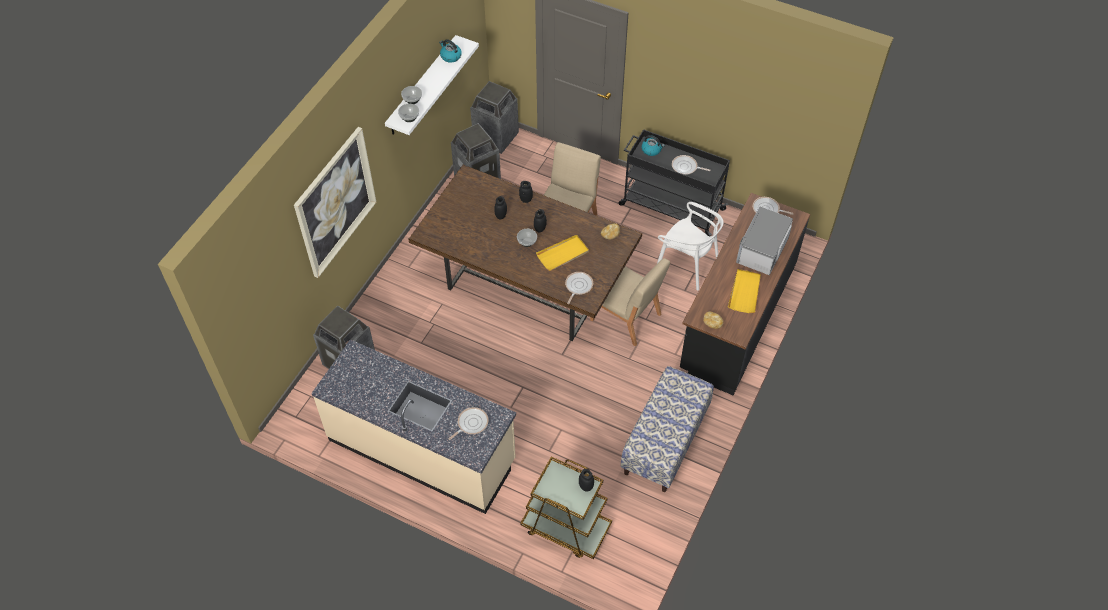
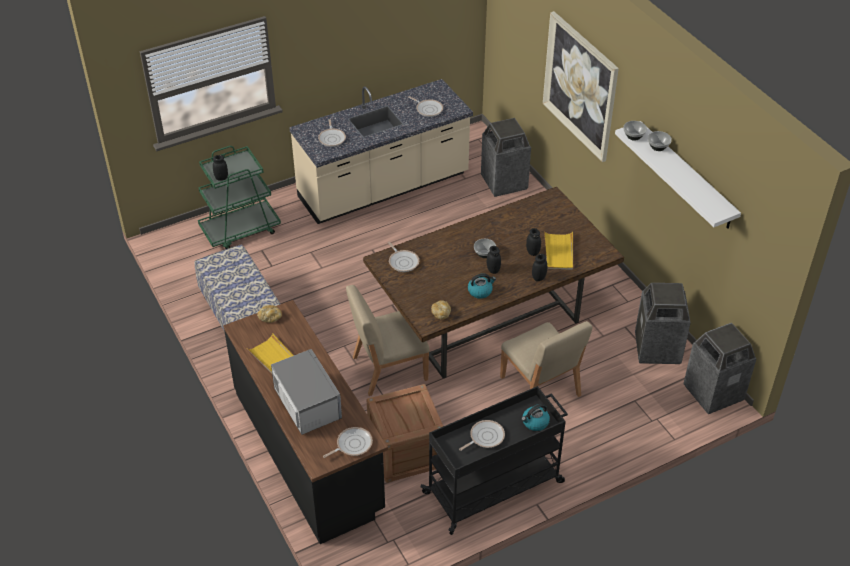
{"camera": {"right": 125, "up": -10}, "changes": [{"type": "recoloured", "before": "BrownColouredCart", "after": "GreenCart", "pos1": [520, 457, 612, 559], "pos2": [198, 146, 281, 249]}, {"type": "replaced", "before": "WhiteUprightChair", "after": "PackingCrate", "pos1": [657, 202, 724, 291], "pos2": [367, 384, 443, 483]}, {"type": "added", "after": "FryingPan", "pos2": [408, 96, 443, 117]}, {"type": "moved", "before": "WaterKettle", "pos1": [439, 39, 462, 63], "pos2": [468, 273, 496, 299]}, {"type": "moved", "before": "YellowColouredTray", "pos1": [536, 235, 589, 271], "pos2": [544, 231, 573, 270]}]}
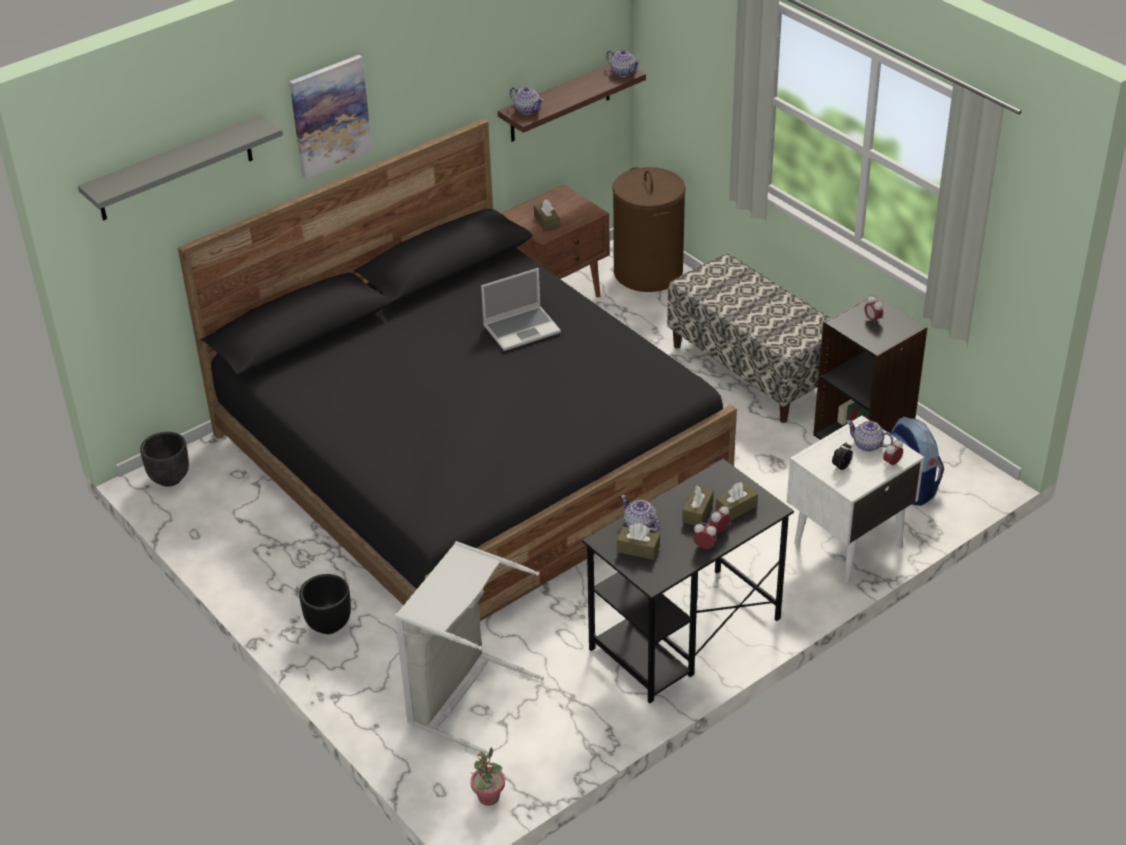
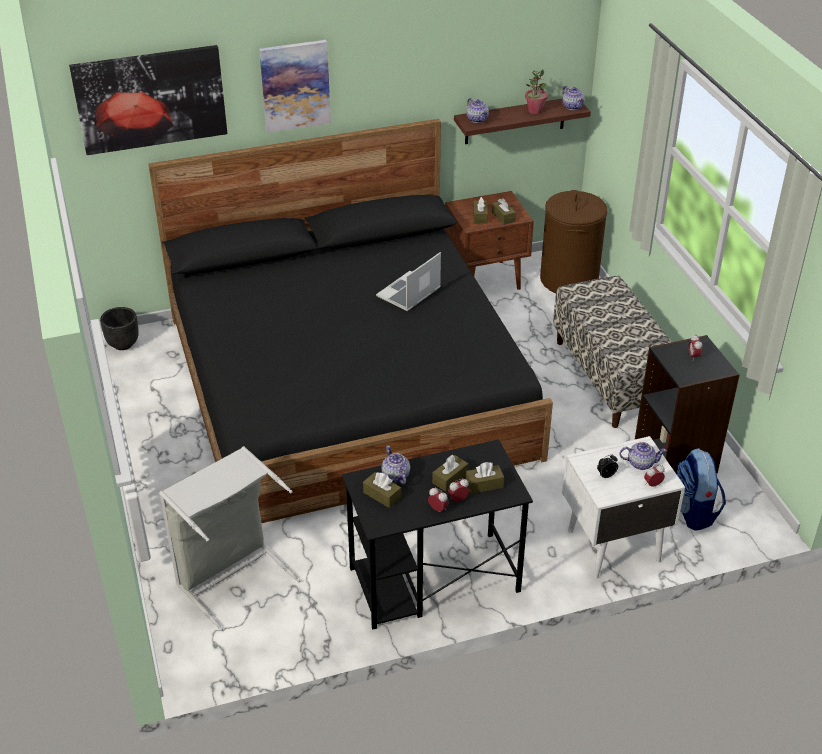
{"camera": {"right": 20, "up": 0}, "changes": [{"type": "replaced", "before": "GreyShelf", "after": "WallPicture", "pos1": [78, 114, 283, 220], "pos2": [69, 45, 228, 155]}, {"type": "turned", "before": "Laptop", "pos1": [481, 268, 561, 351], "pos2": [376, 252, 441, 311], "turn": 135}, {"type": "added", "after": "BrownColouredBoxOfTissues", "pos2": [492, 198, 516, 225]}, {"type": "moved", "before": "Houseplant", "pos1": [470, 747, 505, 806], "pos2": [525, 69, 548, 114]}, {"type": "turned", "before": "PotForTea", "pos1": [846, 420, 893, 452], "pos2": [619, 442, 667, 470], "turn": 135}, {"type": "removed", "before": "BlackColouredFlowerPot", "pos1": [299, 574, 351, 634]}]}
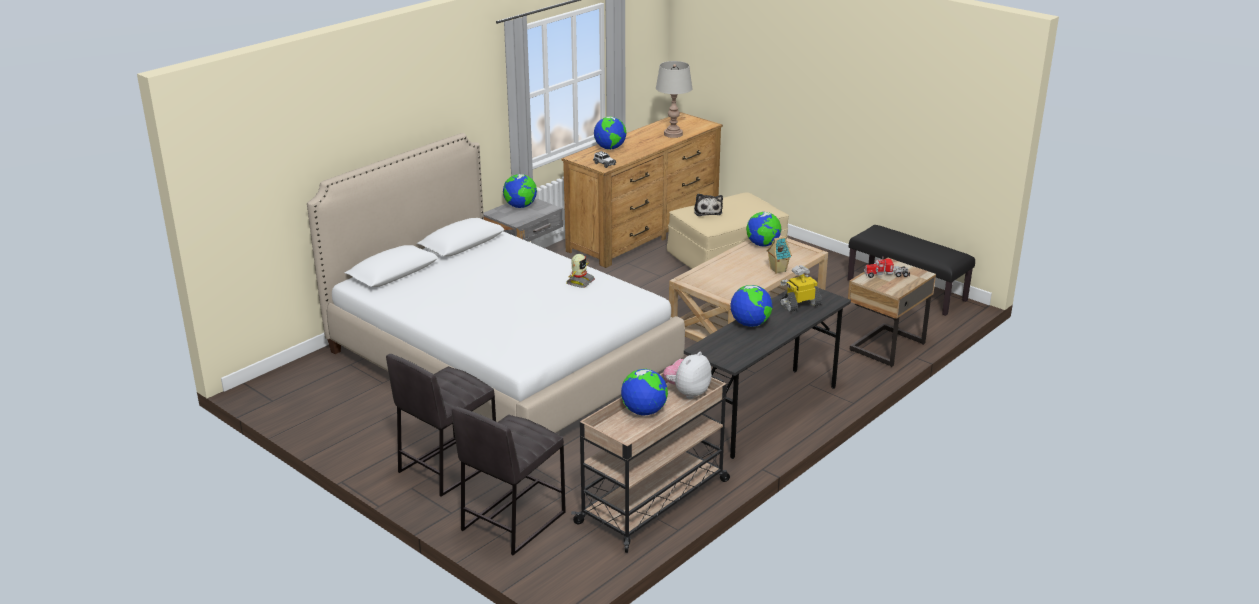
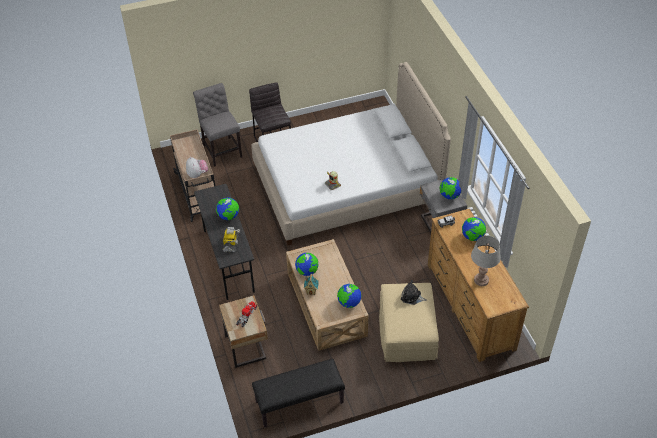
{"camera": {"right": 120, "up": 20}, "changes": [{"type": "replaced", "before": "GreyStool", "after": "GreyUprightChair", "pos1": [452, 406, 566, 555], "pos2": [193, 83, 242, 167]}, {"type": "moved", "before": "DeskGlobe", "pos1": [621, 369, 668, 416], "pos2": [295, 253, 319, 276]}]}
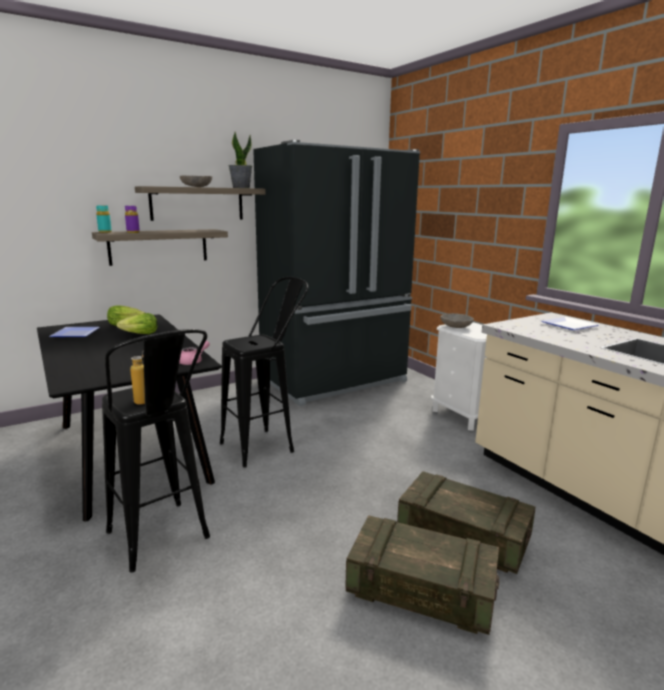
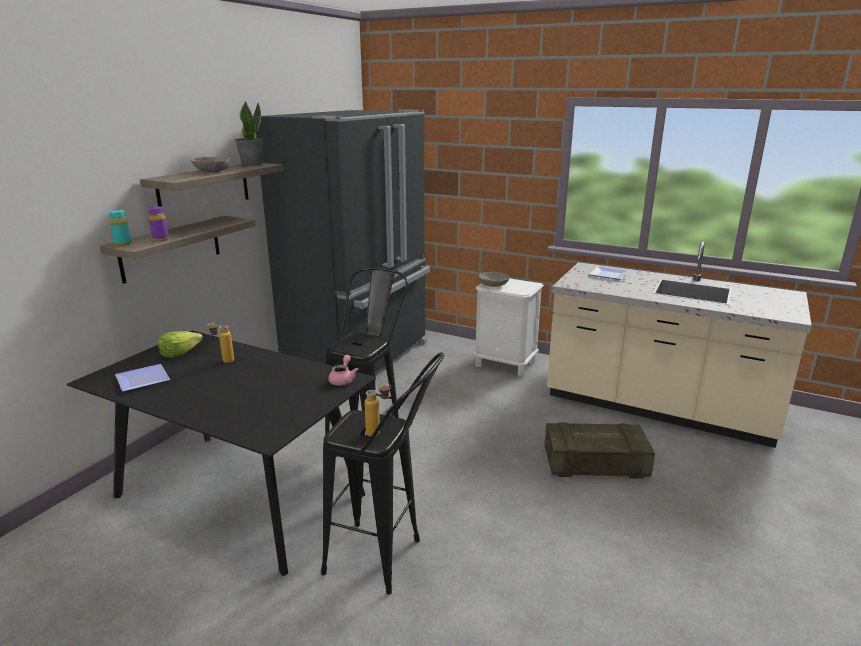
{"camera": {"right": -30, "up": 5}, "changes": [{"type": "replaced", "before": "Lettuce", "after": "DrinkBottle", "pos1": [117, 313, 158, 334], "pos2": [208, 321, 234, 363]}, {"type": "removed", "before": "PackingCrate", "pos1": [345, 515, 499, 635]}]}
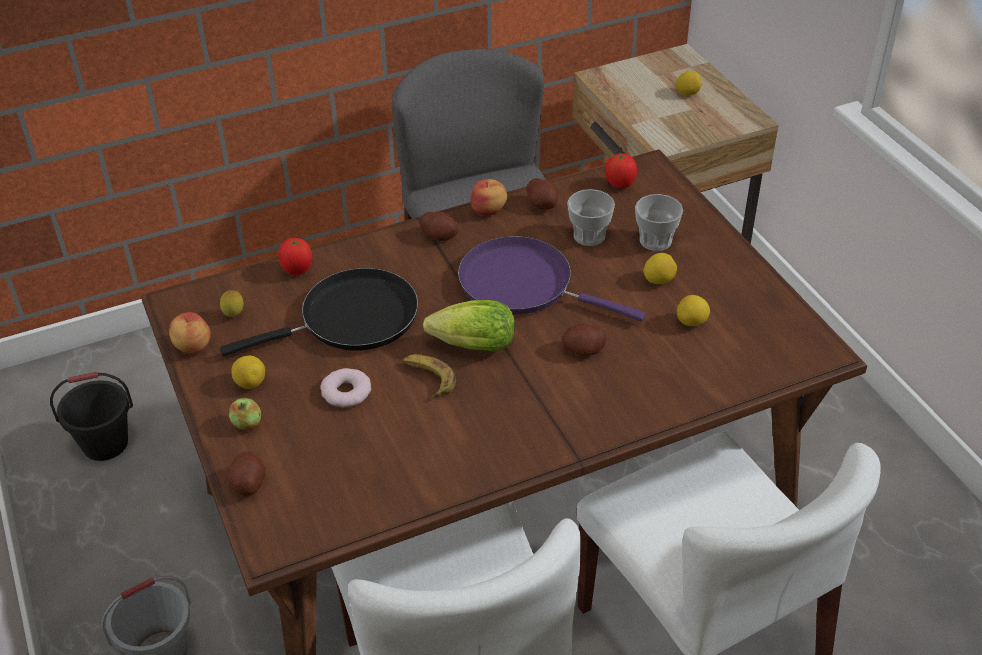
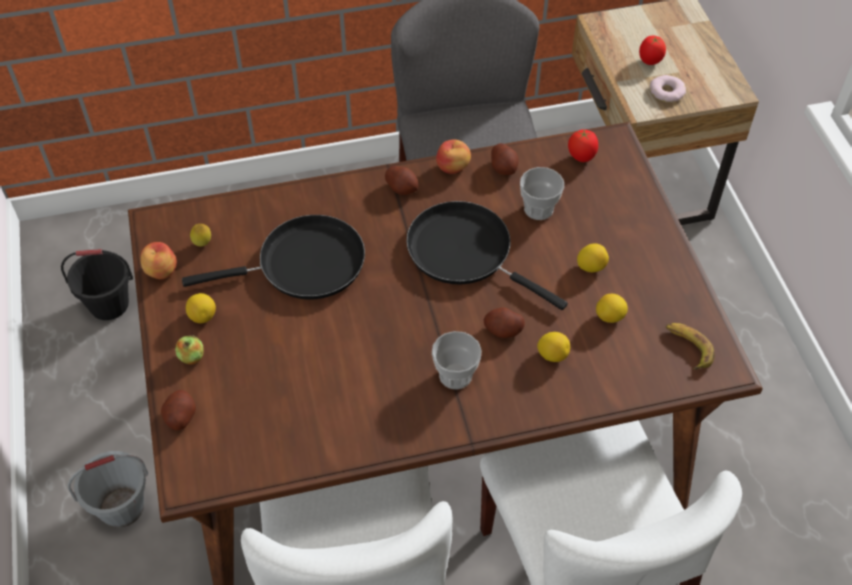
{"camera": {"right": 10, "up": 10}, "changes": [{"type": "recoloured", "before": "PurpleColouredFryingPan", "after": "BlackColouredFryingPan", "pos1": [458, 236, 646, 321], "pos2": [406, 201, 568, 310]}, {"type": "moved", "before": "SmallCup", "pos1": [635, 194, 683, 251], "pos2": [432, 331, 482, 389]}, {"type": "moved", "before": "WholeLemon", "pos1": [675, 71, 702, 95], "pos2": [537, 332, 570, 362]}, {"type": "moved", "before": "Tomato", "pos1": [278, 238, 312, 275], "pos2": [639, 36, 666, 65]}, {"type": "moved", "before": "Doughnut", "pos1": [320, 368, 371, 407], "pos2": [650, 75, 686, 102]}, {"type": "moved", "before": "Banana", "pos1": [403, 354, 456, 397], "pos2": [666, 323, 715, 370]}, {"type": "removed", "before": "Lettuce", "pos1": [423, 300, 515, 351]}]}
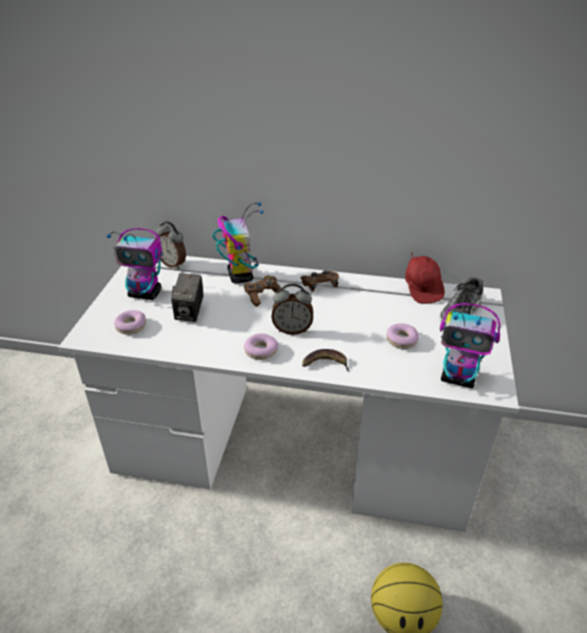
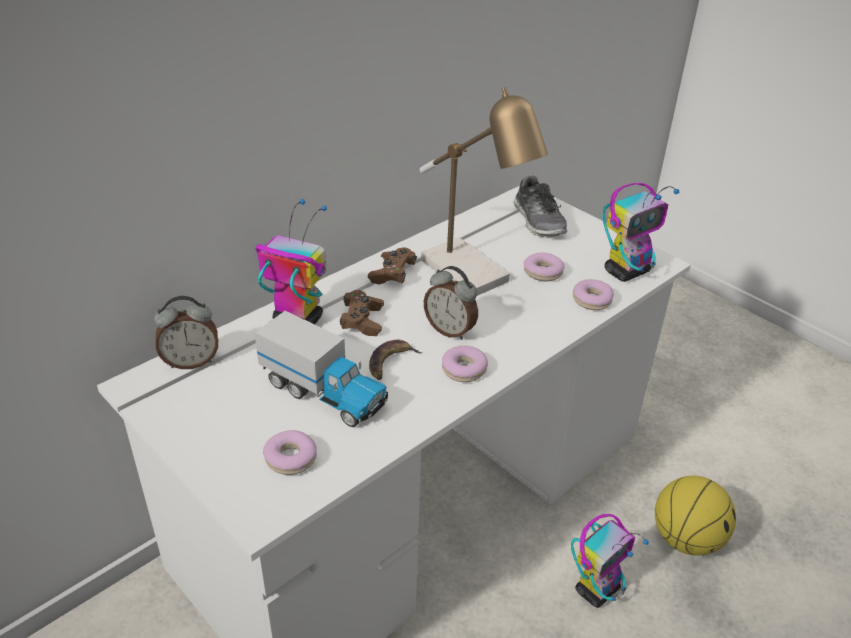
{"camera": {"right": -55, "up": 0}, "changes": [{"type": "replaced", "before": "StillCamera", "after": "ModelTruck", "pos1": [171, 273, 204, 322], "pos2": [255, 311, 388, 427]}, {"type": "moved", "before": "Banana", "pos1": [302, 349, 350, 372], "pos2": [369, 340, 423, 380]}, {"type": "added", "after": "TableLamp", "pos2": [420, 87, 548, 296]}, {"type": "turned", "before": "BedsideClock", "pos1": [271, 283, 313, 335], "pos2": [424, 266, 478, 340], "turn": 90}, {"type": "moved", "before": "RobotFigure", "pos1": [107, 228, 163, 300], "pos2": [571, 514, 649, 608]}, {"type": "added", "after": "Doughnut", "pos2": [573, 279, 614, 310]}, {"type": "removed", "before": "RedColouredCap", "pos1": [405, 252, 445, 304]}]}
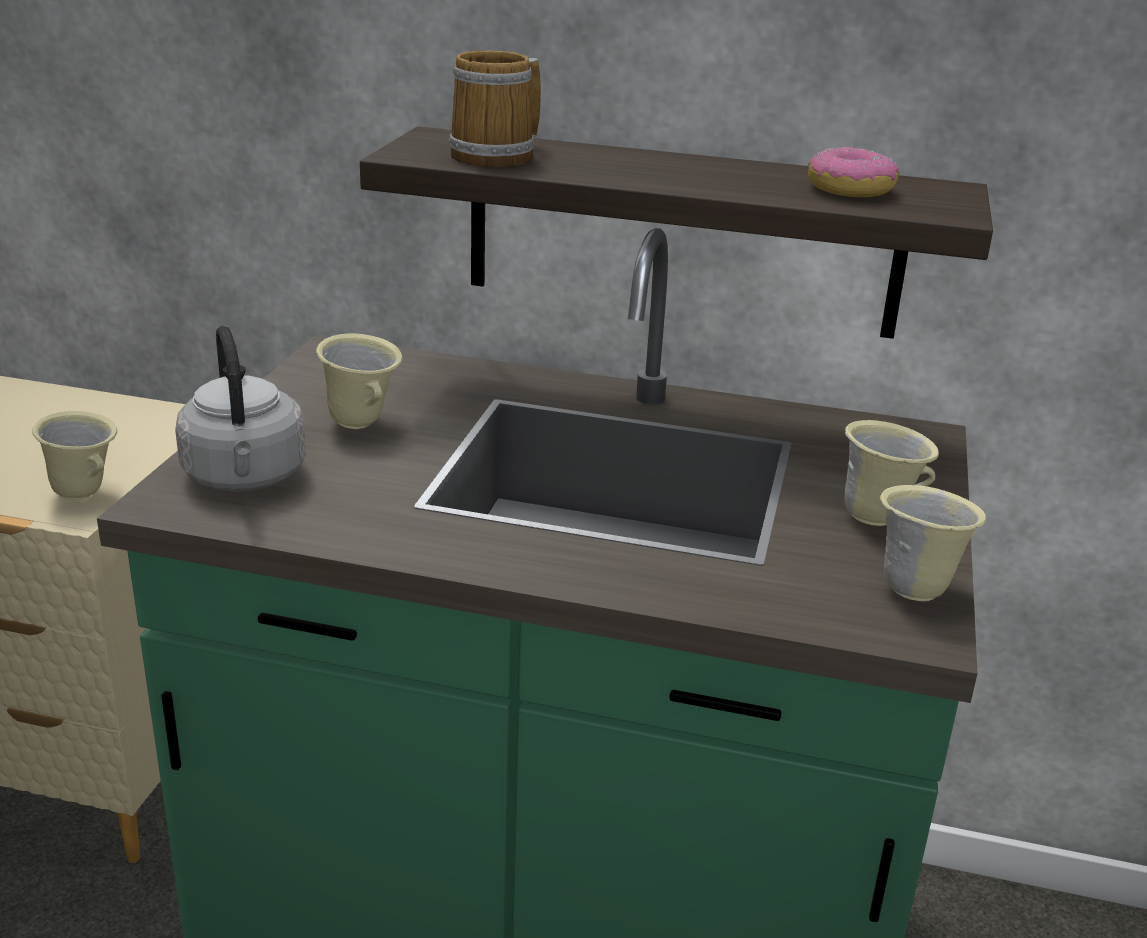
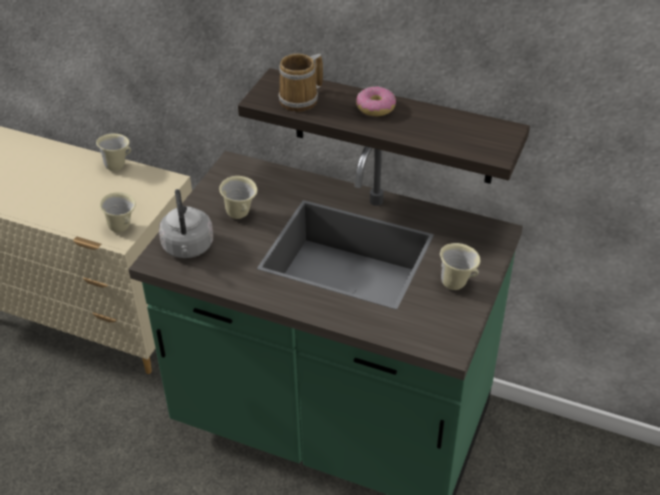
{"camera": {"right": 10, "up": 15}, "changes": [{"type": "moved", "before": "BeigeColouredCoffeeMug", "pos1": [880, 485, 986, 601], "pos2": [96, 133, 131, 171]}, {"type": "moved", "before": "Doughnut", "pos1": [808, 146, 899, 197], "pos2": [356, 86, 396, 116]}]}
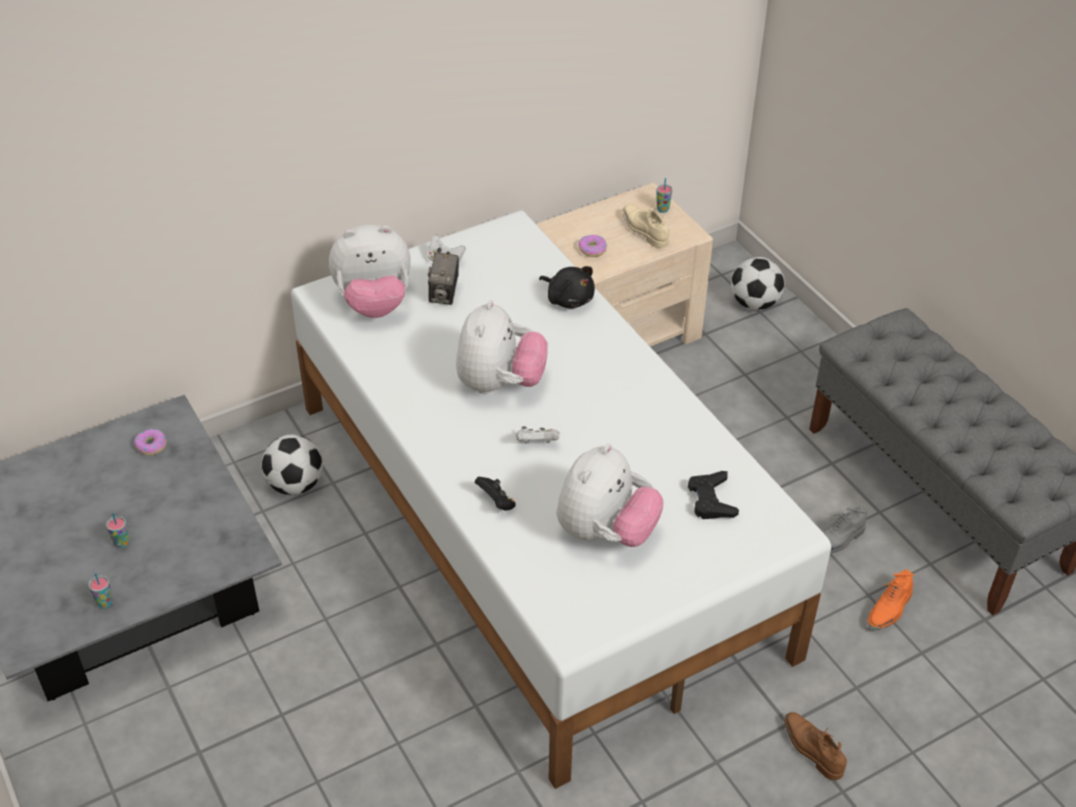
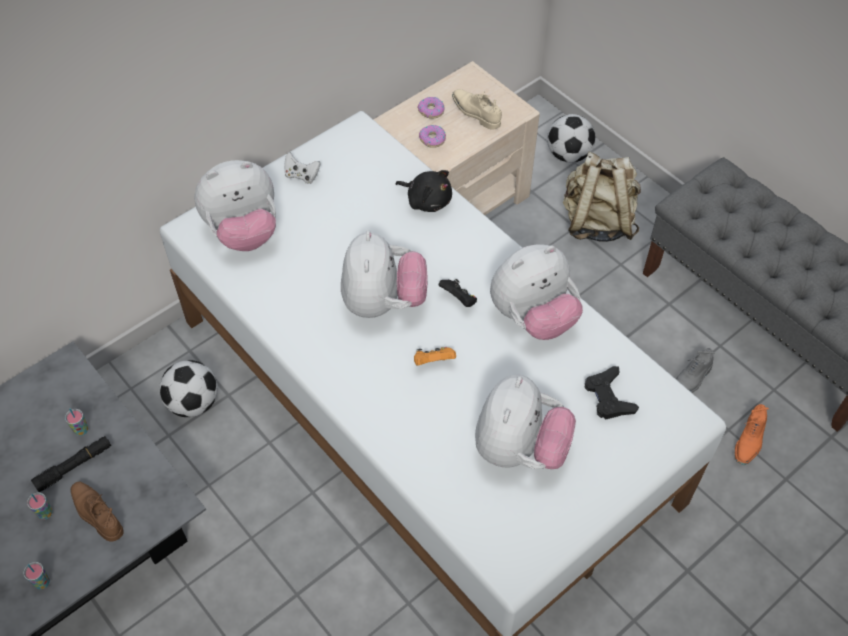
{"camera": {"right": -10, "up": 10}, "changes": [{"type": "added", "after": "BlackColouredFlashlight", "pos2": [31, 436, 111, 492]}, {"type": "moved", "before": "SmallCup", "pos1": [657, 178, 673, 213], "pos2": [65, 409, 88, 436]}, {"type": "moved", "before": "BrownColouredShoe", "pos1": [784, 712, 847, 780], "pos2": [70, 482, 124, 542]}, {"type": "recoloured", "before": "WhiteGamepad", "after": "OrangeColouredGamepad", "pos1": [516, 427, 560, 444], "pos2": [414, 347, 456, 366]}, {"type": "moved", "before": "Doughnut", "pos1": [134, 429, 166, 455], "pos2": [417, 97, 445, 119]}, {"type": "moved", "before": "BlackColouredGamepad", "pos1": [475, 477, 516, 511], "pos2": [438, 279, 477, 307]}, {"type": "added", "after": "SoftToy", "pos2": [490, 245, 583, 340]}, {"type": "added", "after": "BeigeColouredKnapsack", "pos2": [563, 152, 641, 242]}, {"type": "removed", "before": "StillCamera", "pos1": [428, 252, 459, 305]}]}
